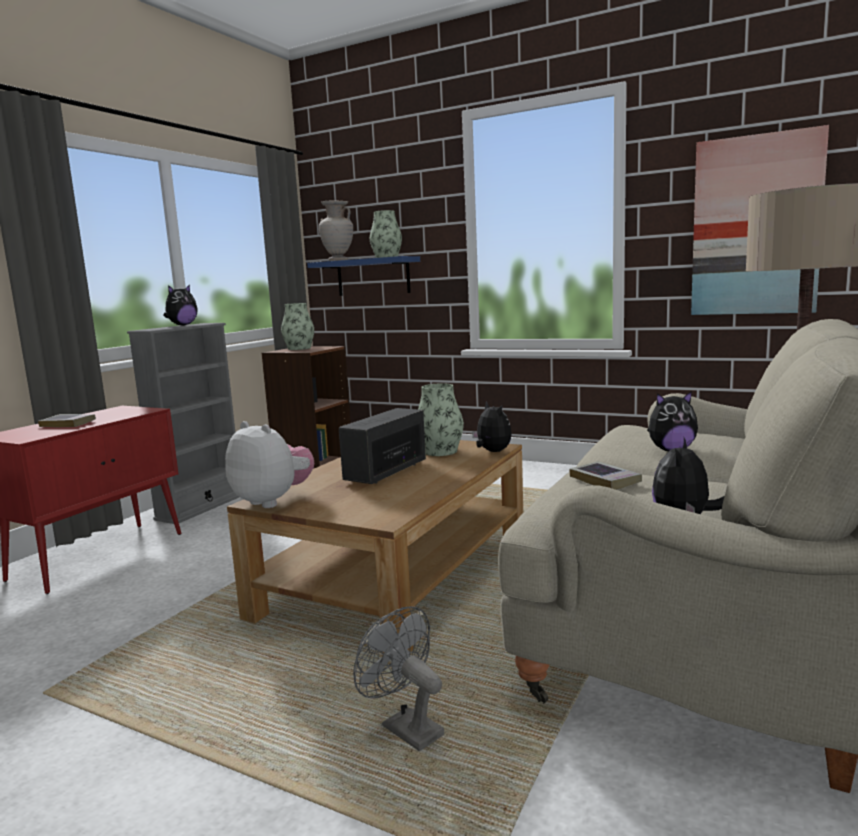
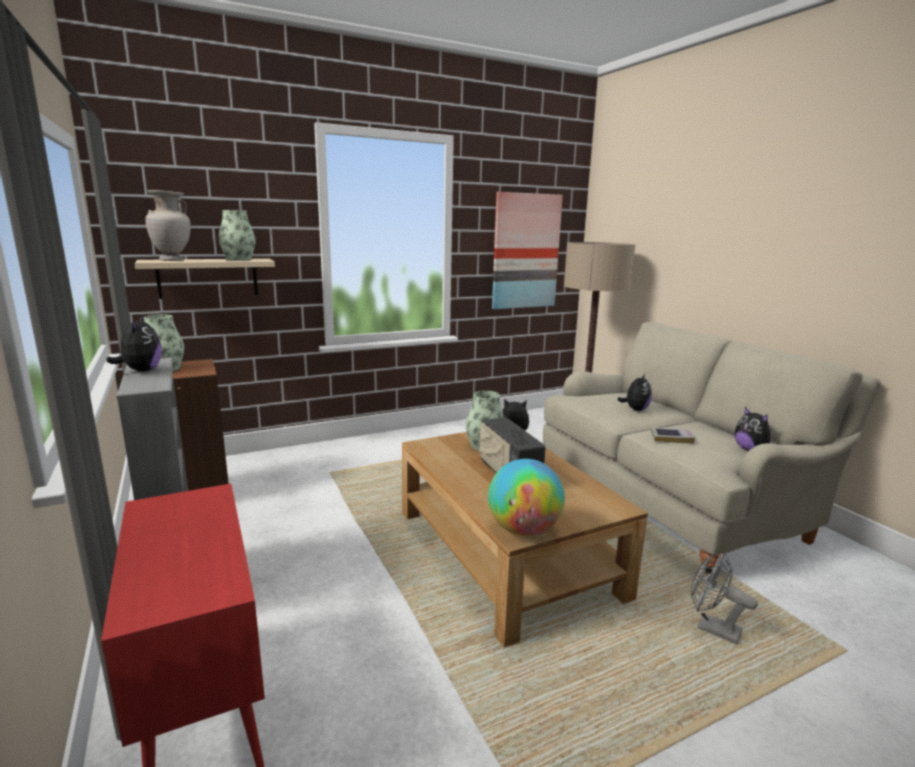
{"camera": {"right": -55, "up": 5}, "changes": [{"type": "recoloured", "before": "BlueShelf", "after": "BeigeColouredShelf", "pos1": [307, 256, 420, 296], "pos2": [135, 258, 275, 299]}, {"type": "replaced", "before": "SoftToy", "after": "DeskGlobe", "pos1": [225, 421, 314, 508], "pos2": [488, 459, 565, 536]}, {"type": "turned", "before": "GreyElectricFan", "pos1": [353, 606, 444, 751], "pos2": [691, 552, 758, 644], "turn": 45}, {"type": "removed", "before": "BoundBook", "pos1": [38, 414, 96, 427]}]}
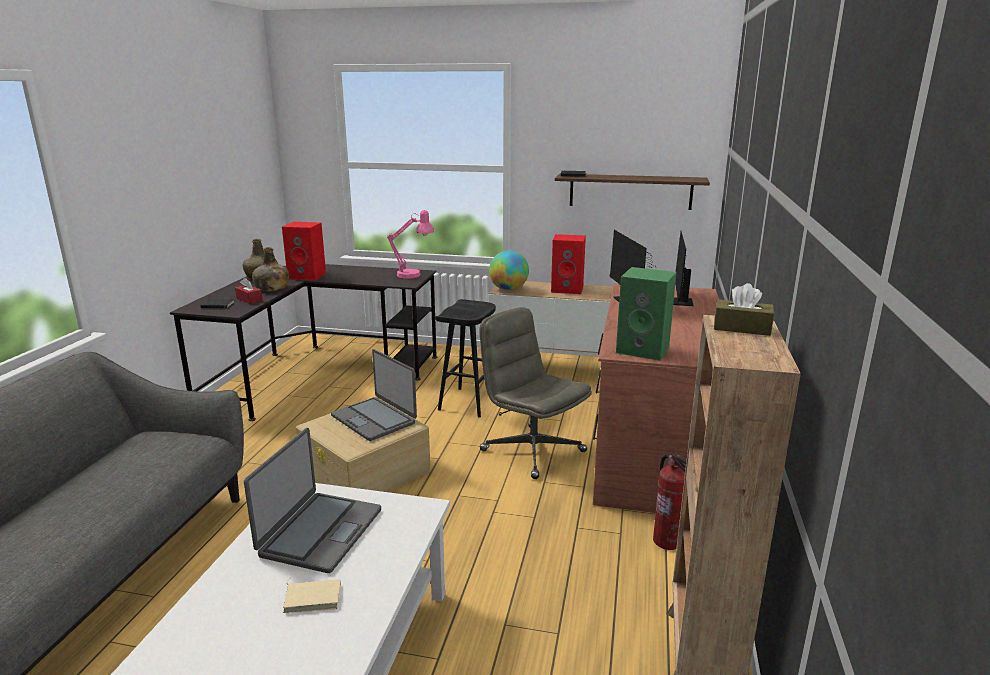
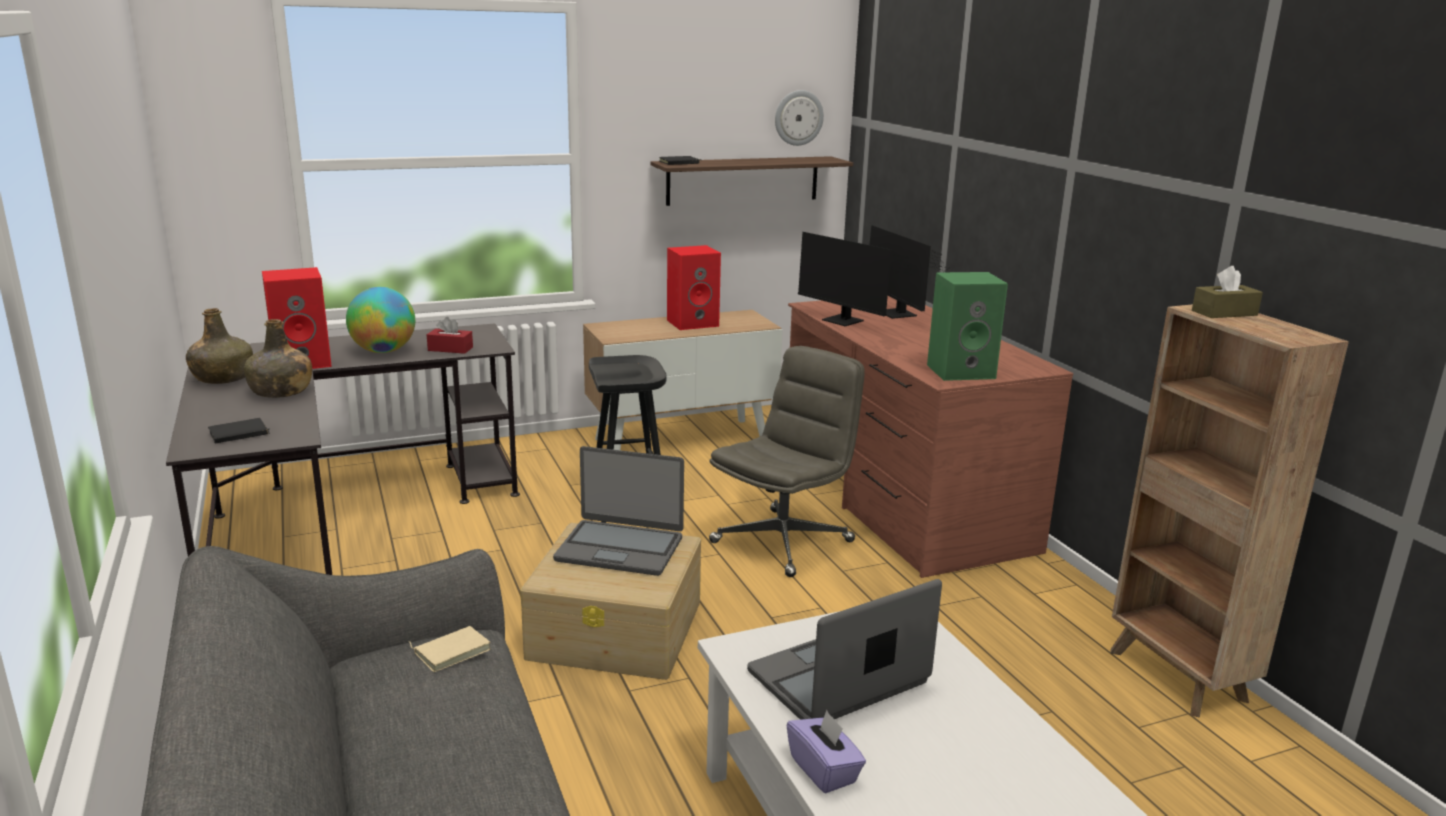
{"camera": {"right": -35, "up": 0}, "changes": [{"type": "moved", "before": "DeskGlobe", "pos1": [489, 250, 529, 291], "pos2": [346, 287, 415, 353]}, {"type": "moved", "before": "BeigeColouredBoundBook", "pos1": [283, 576, 341, 613], "pos2": [409, 626, 490, 672]}, {"type": "moved", "before": "RedColouredBoxOfTissues", "pos1": [235, 278, 263, 304], "pos2": [427, 317, 473, 354]}, {"type": "turned", "before": "GreyComputerChair", "pos1": [479, 307, 592, 479], "pos2": [709, 346, 865, 577], "turn": 120}, {"type": "turned", "before": "Laptop", "pos1": [244, 428, 381, 573], "pos2": [747, 579, 942, 720], "turn": -105}, {"type": "added", "after": "WallClock", "pos2": [775, 90, 824, 146]}, {"type": "added", "after": "PurpleColouredBoxOfTissues", "pos2": [786, 710, 866, 793]}, {"type": "removed", "before": "PinkTableLamp", "pos1": [387, 210, 434, 279]}, {"type": "removed", "before": "FireExtinguisher", "pos1": [653, 454, 687, 550]}]}
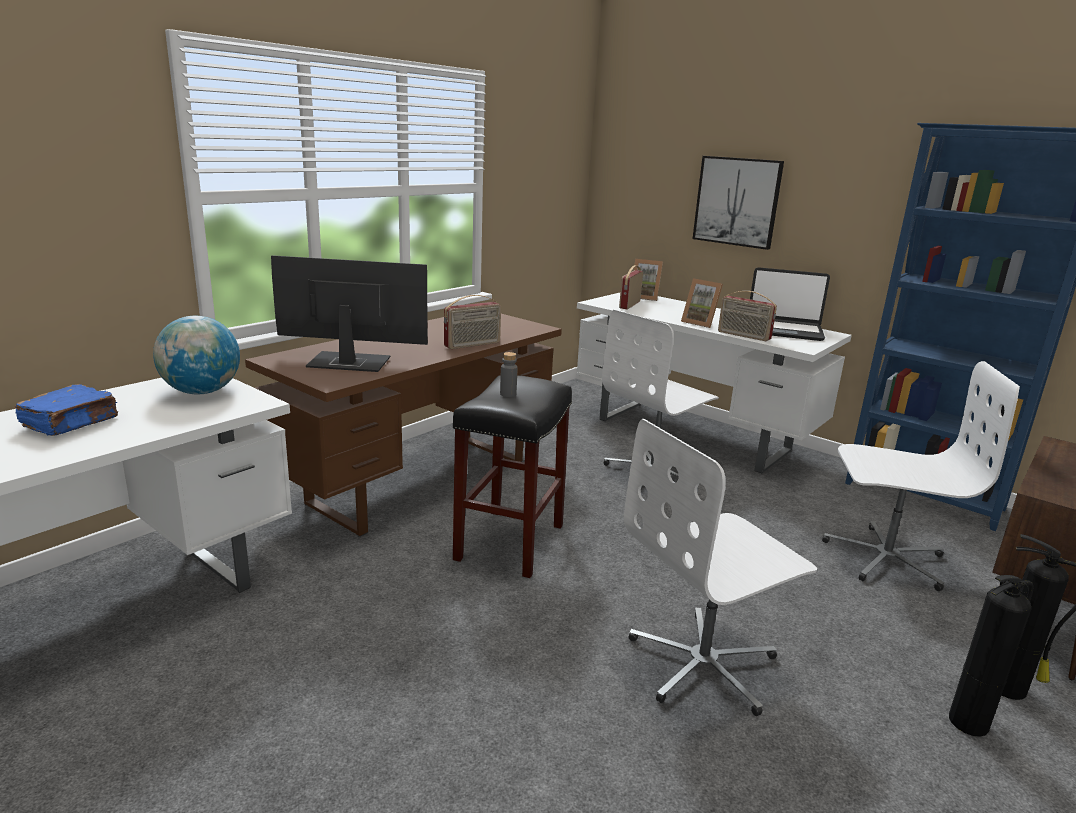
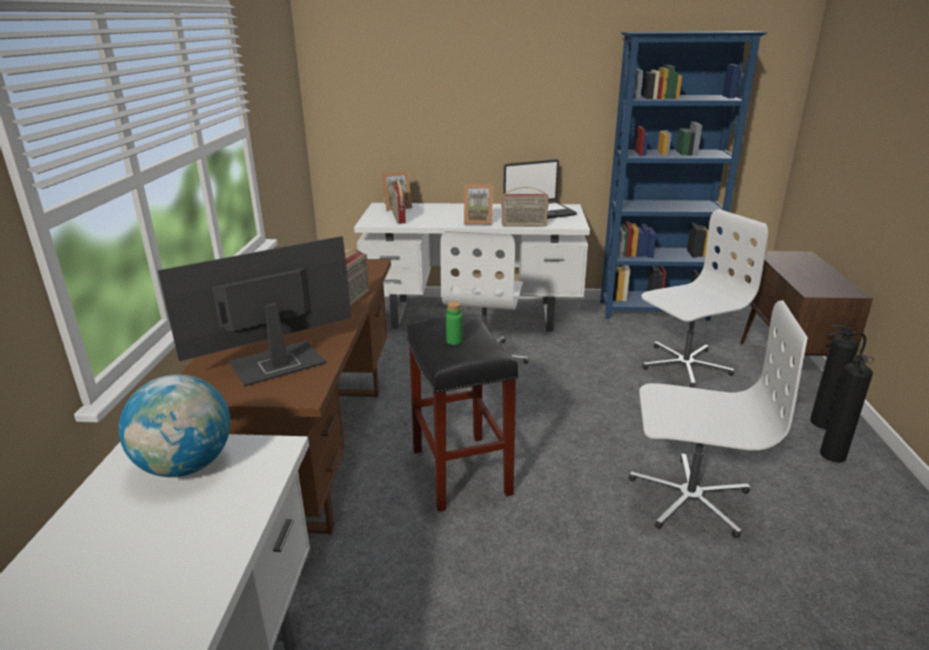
{"camera": {"right": -35, "up": 5}, "changes": [{"type": "recoloured", "before": "GreyDrinkBottle", "after": "GreenDrinkBottle", "pos1": [500, 352, 517, 397], "pos2": [446, 301, 462, 345]}, {"type": "turned", "before": "WhiteComputerChair", "pos1": [624, 419, 817, 716], "pos2": [629, 300, 808, 538], "turn": -105}, {"type": "removed", "before": "BlueBoundBook", "pos1": [15, 384, 118, 436]}, {"type": "removed", "before": "WallPicture", "pos1": [693, 156, 784, 250]}]}
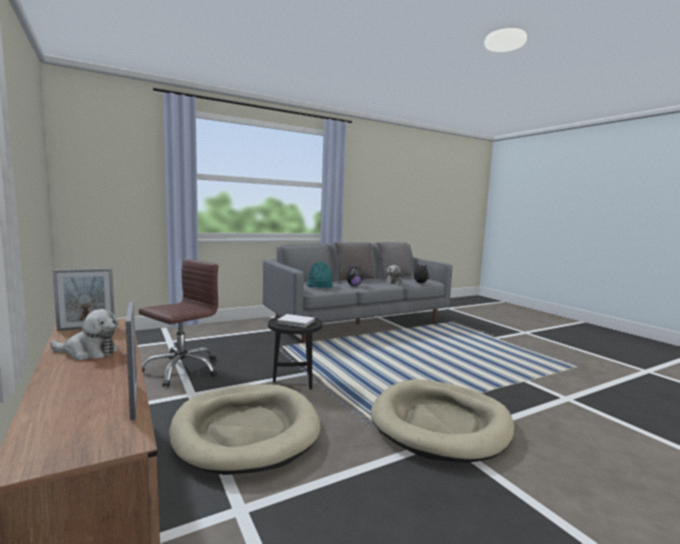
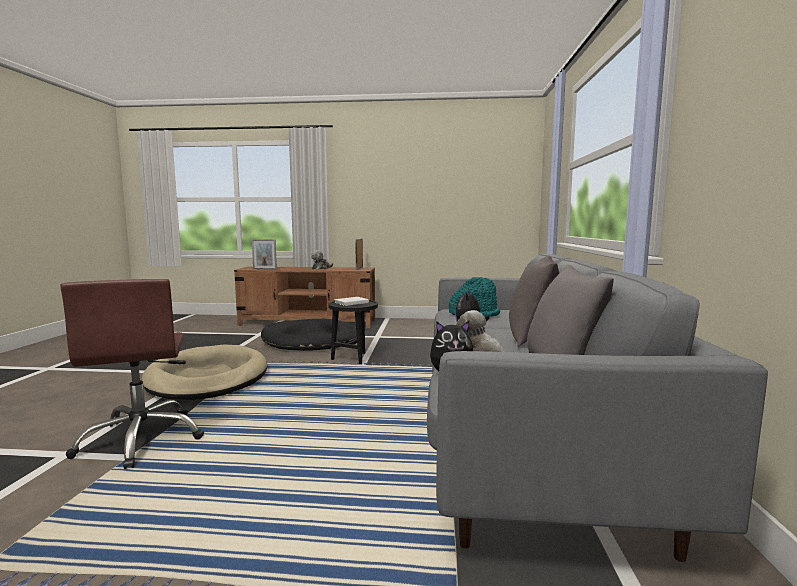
{"camera": {"right": 125, "up": 0}, "changes": [{"type": "moved", "before": "BrownColouredComputerChair", "pos1": [139, 259, 219, 387], "pos2": [60, 279, 204, 469]}, {"type": "recoloured", "before": "BeigeColouredDogBed", "after": "BlackColouredDogBed", "pos1": [169, 384, 321, 475], "pos2": [261, 319, 357, 351]}]}
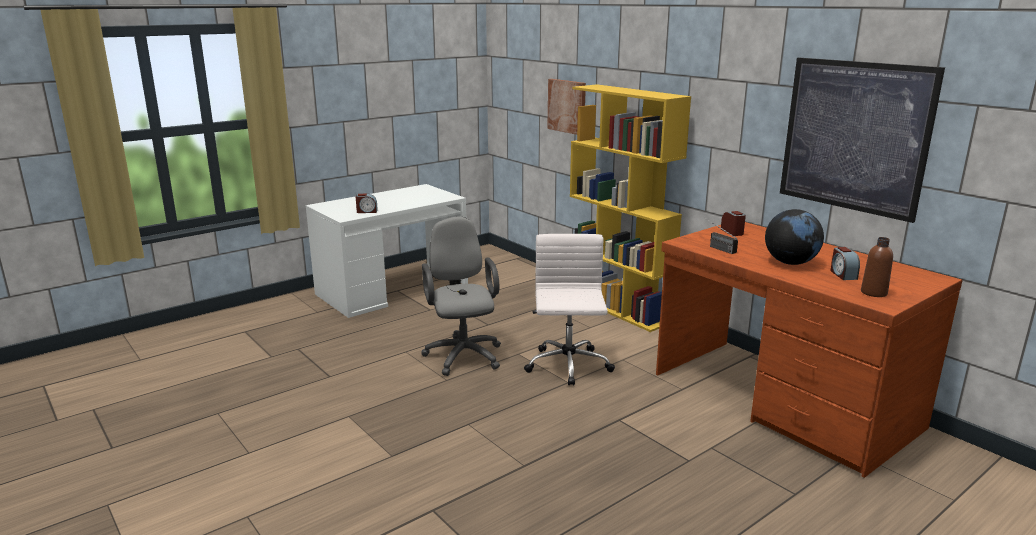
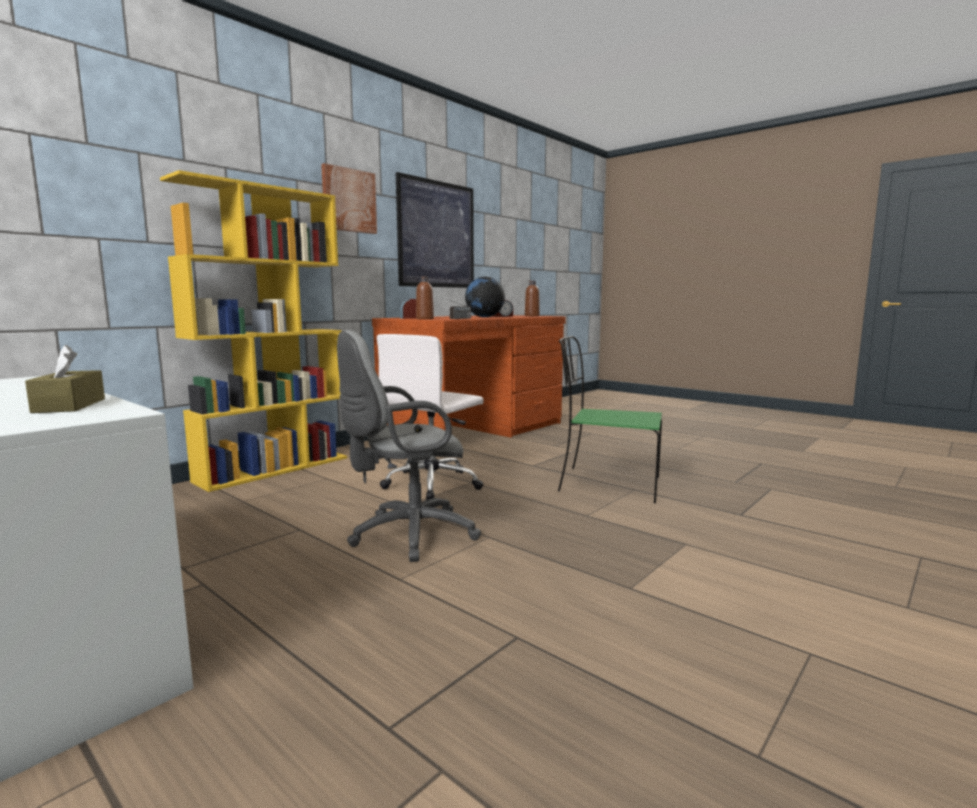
{"camera": {"right": -100, "up": -10}, "changes": [{"type": "replaced", "before": "BedsideClock", "after": "BrownColouredBoxOfTissues", "pos1": [356, 194, 378, 213], "pos2": [25, 345, 105, 413]}, {"type": "moved", "before": "WallPicture", "pos1": [547, 79, 586, 135], "pos2": [321, 163, 377, 234]}, {"type": "turned", "before": "WhiteComputerChair", "pos1": [524, 234, 615, 386], "pos2": [377, 334, 484, 500], "turn": -45}, {"type": "added", "after": "BrownColouredDrinkBottle", "pos2": [416, 276, 434, 319]}, {"type": "added", "after": "GreenUprightChair", "pos2": [558, 336, 662, 503]}]}
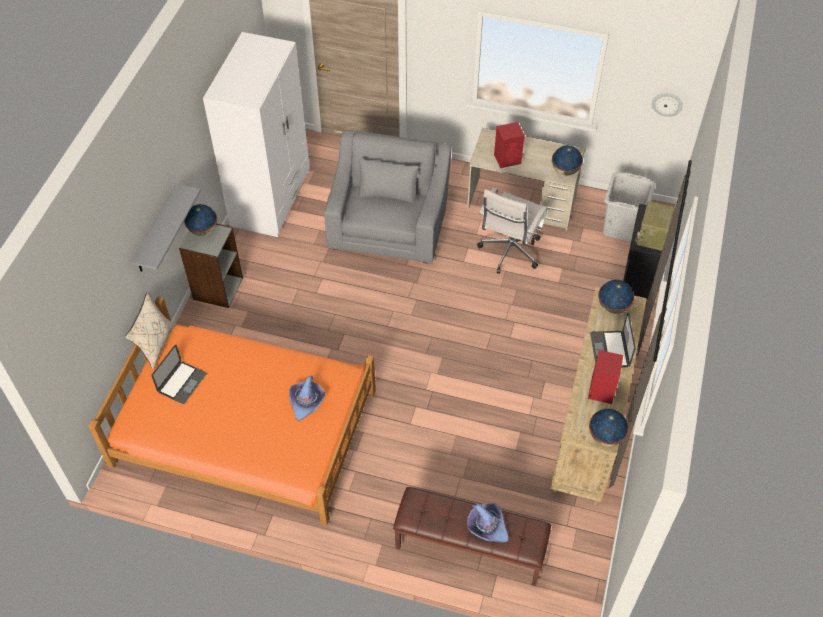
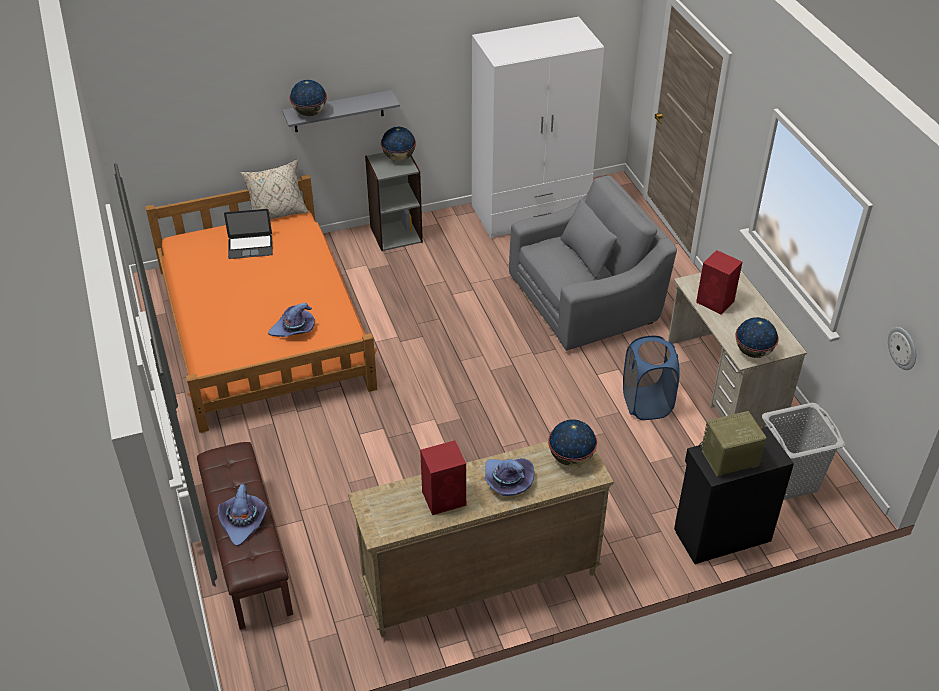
{"camera": {"right": 55, "up": -10}, "changes": [{"type": "moved", "before": "DeskGlobe", "pos1": [589, 409, 629, 446], "pos2": [289, 80, 327, 116]}, {"type": "replaced", "before": "Laptop", "after": "PurpleColouredClothingHat", "pos1": [590, 312, 636, 368], "pos2": [485, 458, 534, 496]}, {"type": "replaced", "before": "WhiteComputerChair", "after": "BlueWashingBasket", "pos1": [477, 187, 548, 274], "pos2": [623, 336, 679, 420]}]}
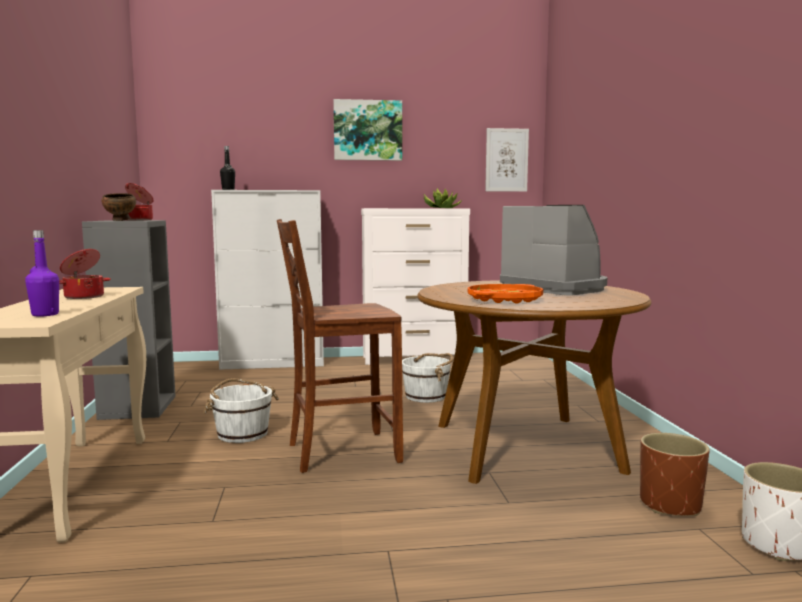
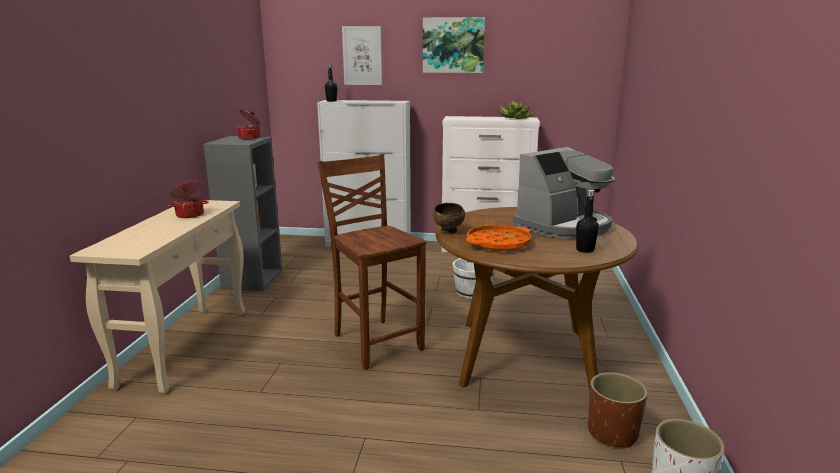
{"camera": {"right": 15, "up": 10}, "changes": [{"type": "turned", "before": "BrownColouredUprightChair", "pos1": [277, 219, 403, 473], "pos2": [317, 154, 426, 370], "turn": 60}, {"type": "moved", "before": "WallPicture", "pos1": [485, 128, 529, 192], "pos2": [342, 26, 382, 85]}, {"type": "moved", "before": "BrownColouredDeepDish", "pos1": [101, 193, 136, 221], "pos2": [433, 203, 465, 234]}, {"type": "turned", "before": "CoffeeMachine", "pos1": [500, 205, 607, 295], "pos2": [513, 147, 615, 239], "turn": 75}, {"type": "added", "after": "BlackColouredDrinkBottle", "pos2": [576, 190, 599, 253]}, {"type": "removed", "before": "PurpleColouredDrinkBottle", "pos1": [25, 230, 59, 317]}, {"type": "removed", "before": "WhiteBucket", "pos1": [203, 378, 279, 443]}]}
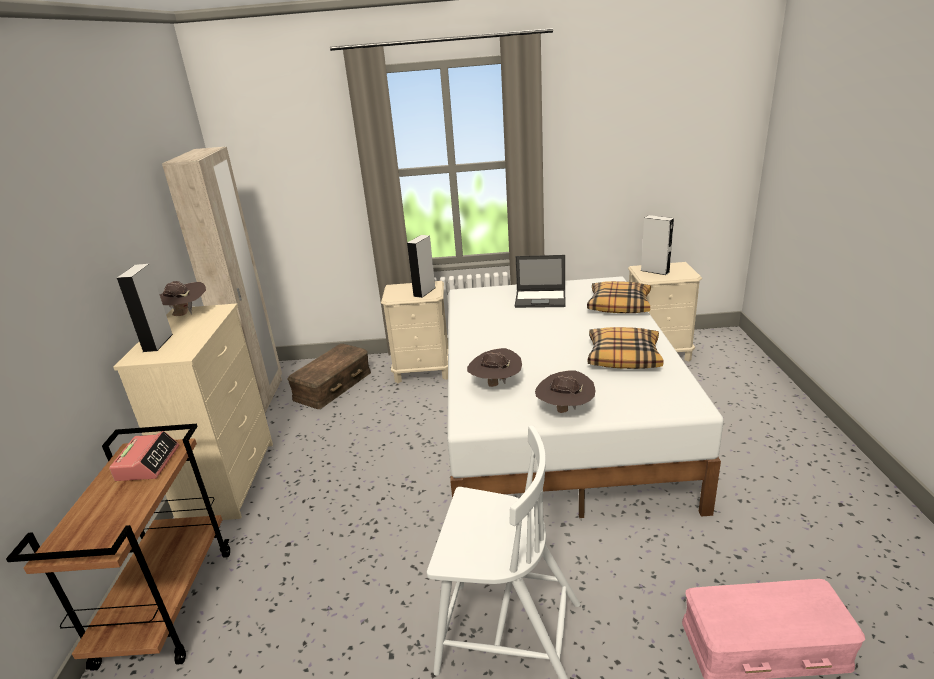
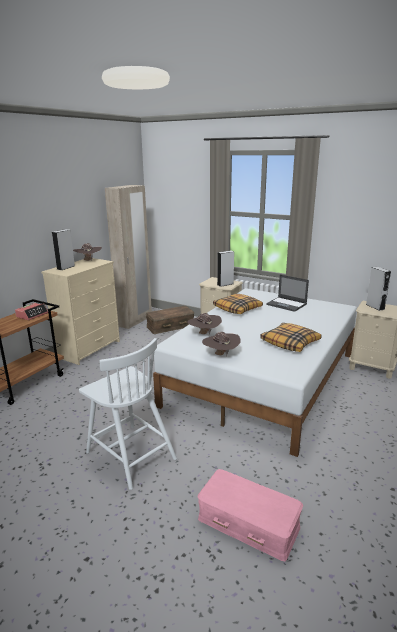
{"camera": {"right": 30, "up": -5}, "changes": [{"type": "moved", "before": "ThrowPillow", "pos1": [587, 281, 651, 313], "pos2": [213, 294, 263, 314]}]}
